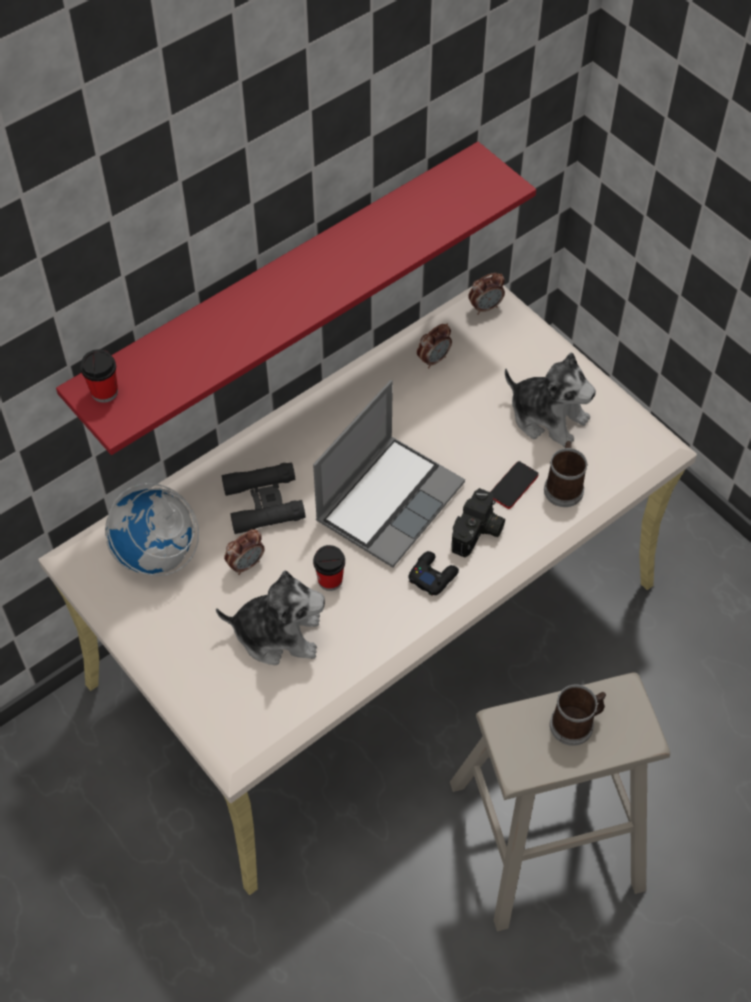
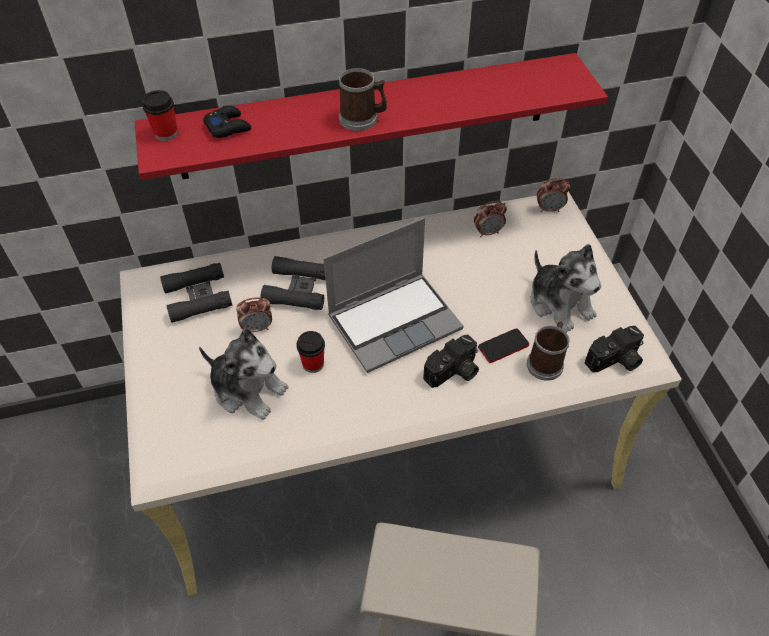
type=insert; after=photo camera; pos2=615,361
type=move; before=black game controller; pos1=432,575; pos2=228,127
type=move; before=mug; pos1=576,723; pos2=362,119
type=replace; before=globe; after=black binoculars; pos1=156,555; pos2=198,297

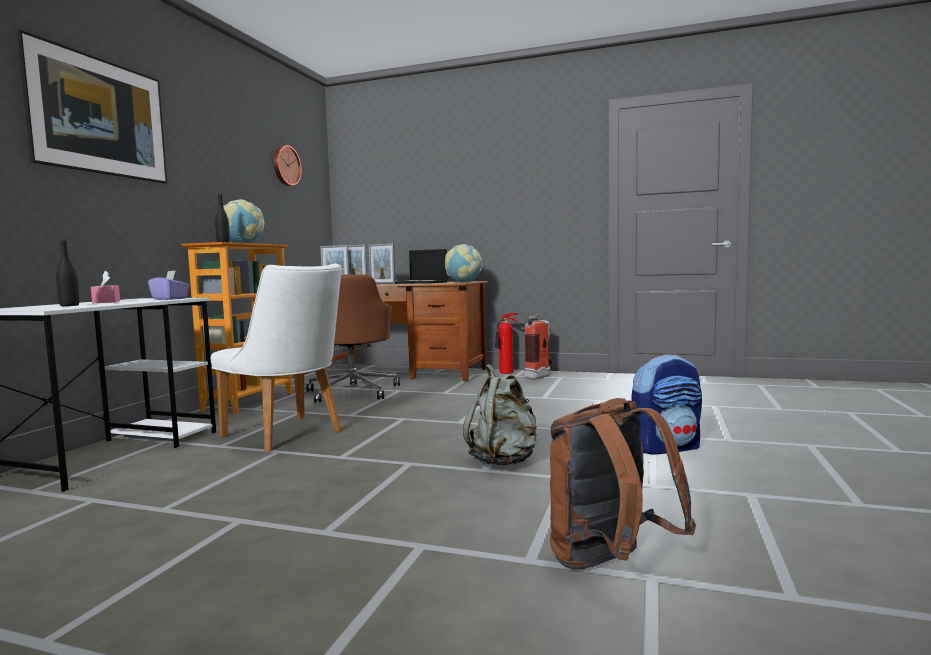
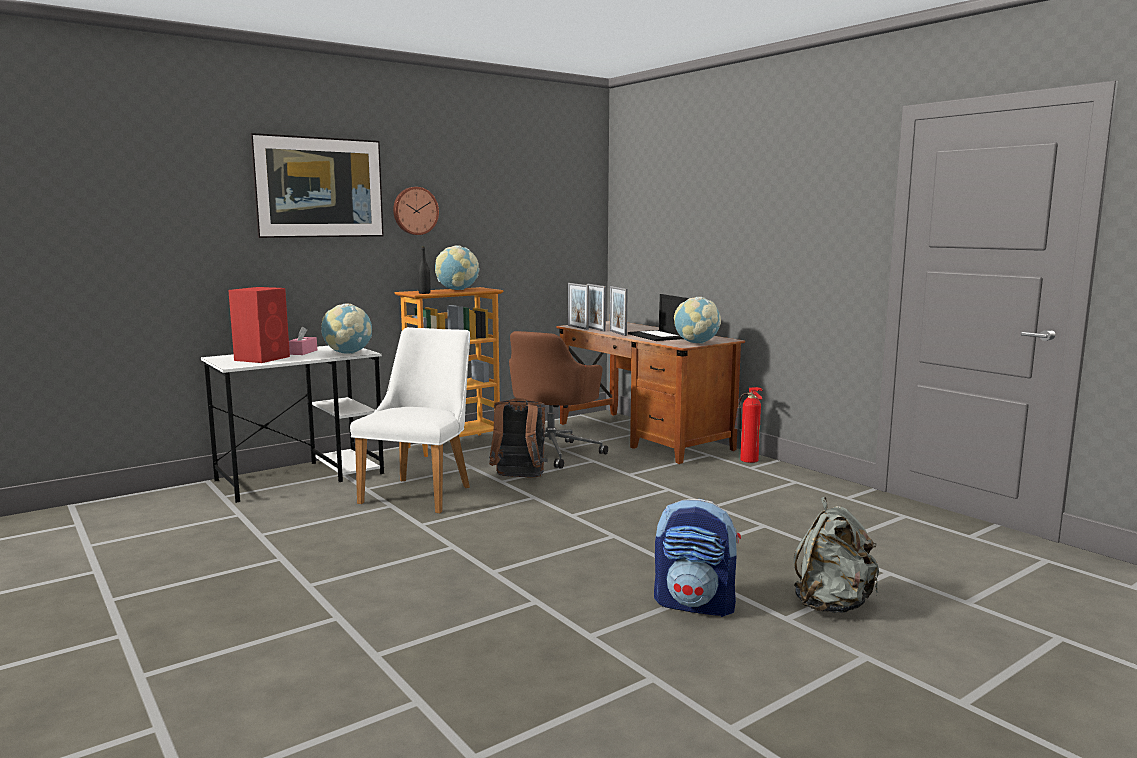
type=delete; before=fire extinguisher; pos1=540,377
type=move; before=wall clock; pos1=285,165; pos2=415,211
type=move; before=grey backpack; pos1=504,461; pos2=831,605
type=move; before=brown backpack; pos1=609,564; pos2=518,478
type=replace; before=black bottle; after=red speaker; pos1=69,305; pos2=263,358
type=replace; before=purple tissue box; after=globe; pos1=170,299; pos2=348,353
type=rotate; before=white chair; pos1=289,435; pos2=423,491; turn=-150

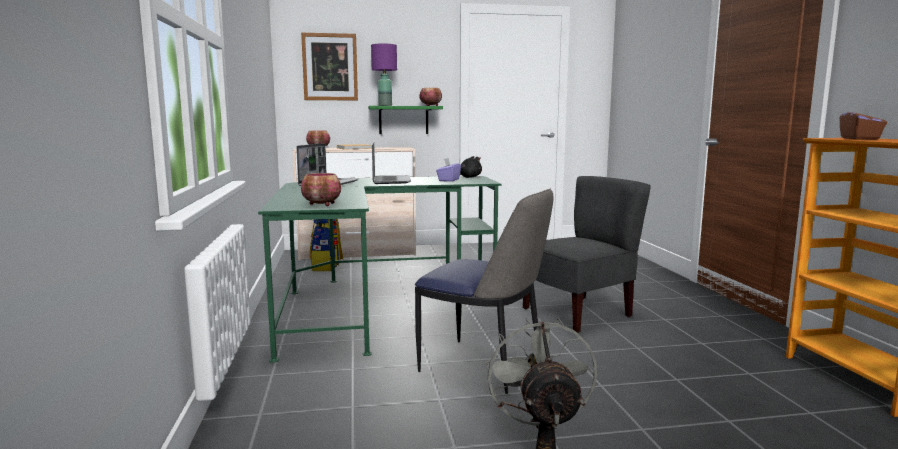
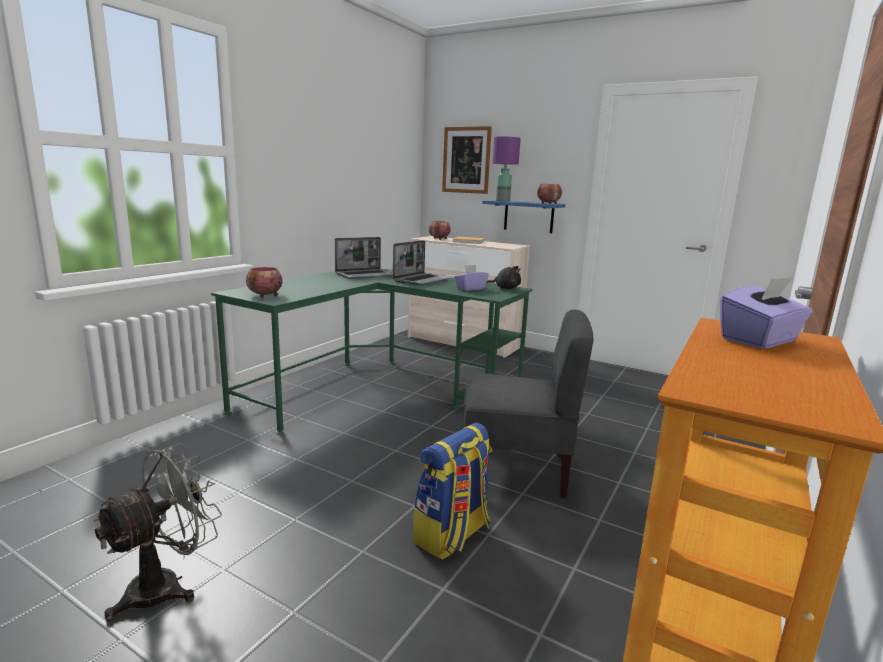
type=delete; before=chair; pos1=484,366
type=move; before=backpack; pos1=327,266; pos2=452,535
type=recolor; before=green shelf; after=blue shelf; pos1=403,120; pos2=528,216
type=recolor; before=brown tissue box; after=purple tissue box; pos1=860,138; pos2=760,340

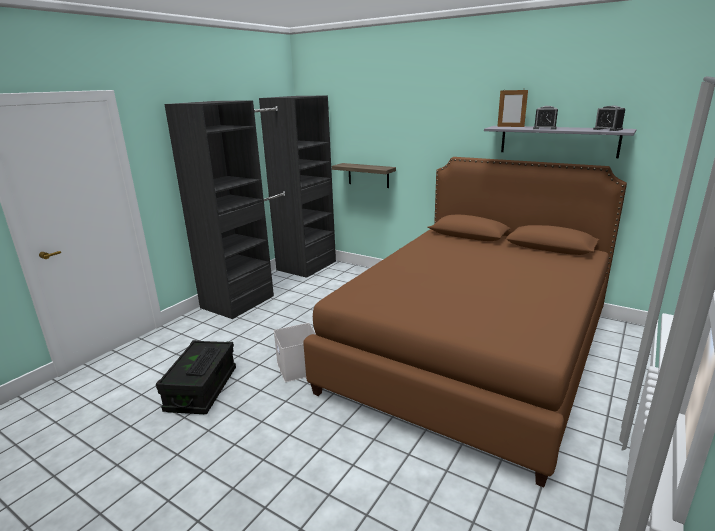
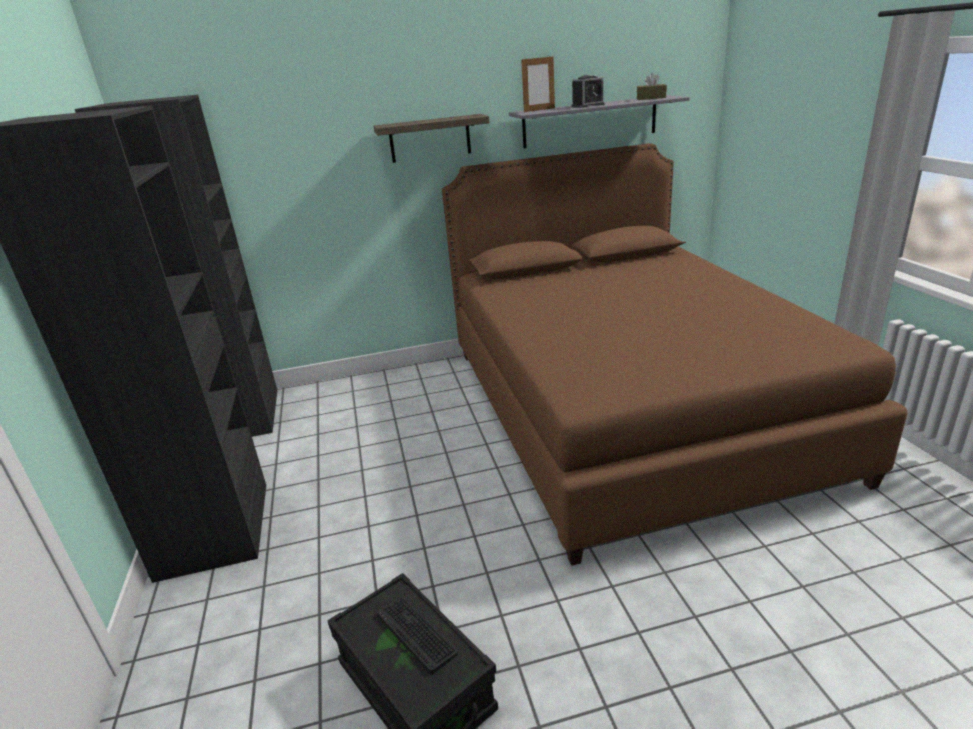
type=delete; before=white storage box; pos1=297,367
type=move; before=shelf; pos1=368,175; pos2=430,138
type=replace; before=alarm clock; after=brown tissue box; pos1=607,129; pos2=651,98

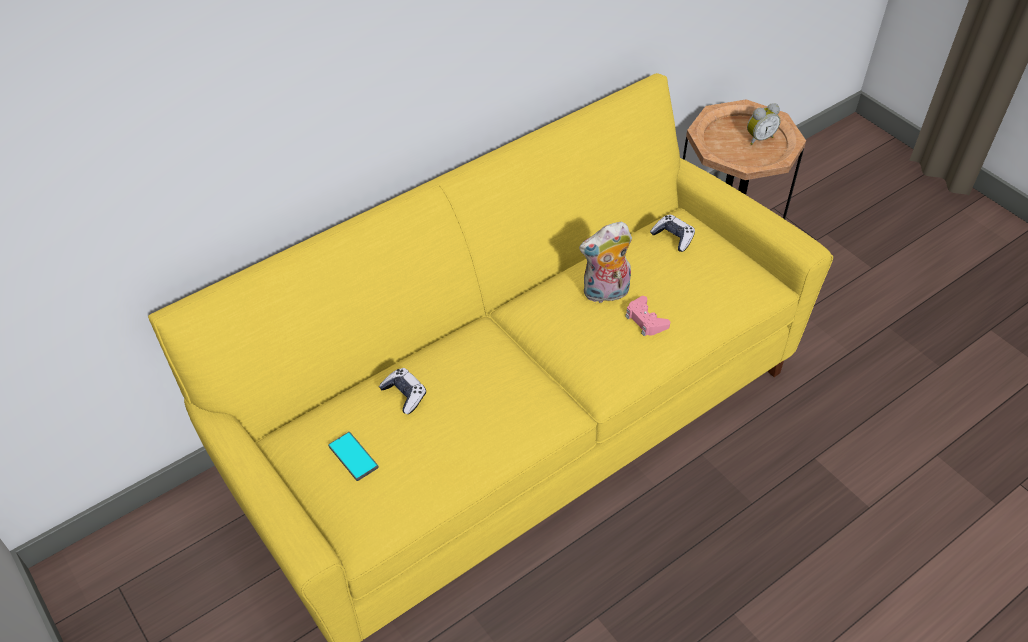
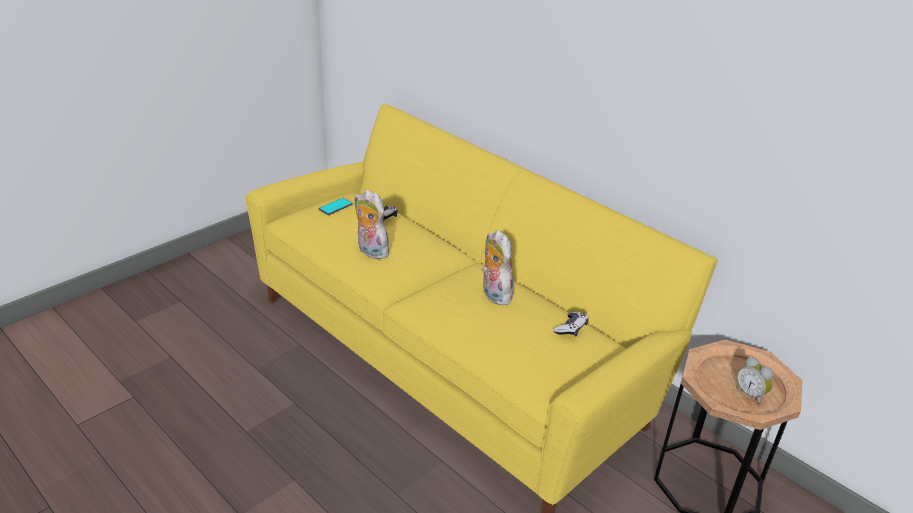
type=delete; before=pink game controller; pos1=645,320
type=insert; after=plush toy; pos2=370,251

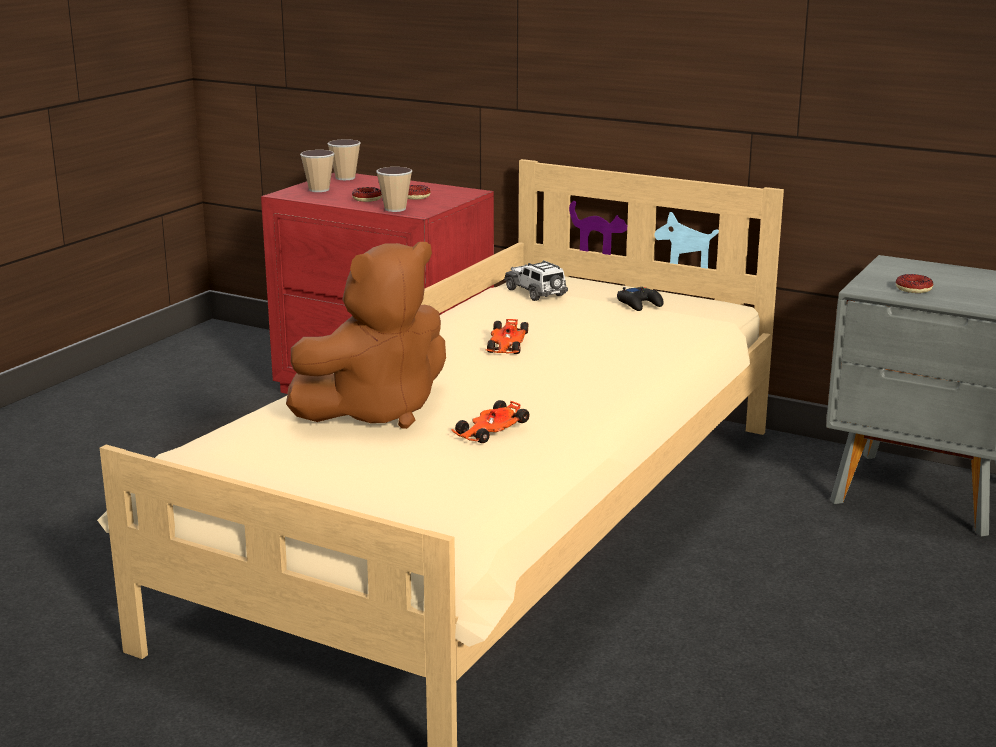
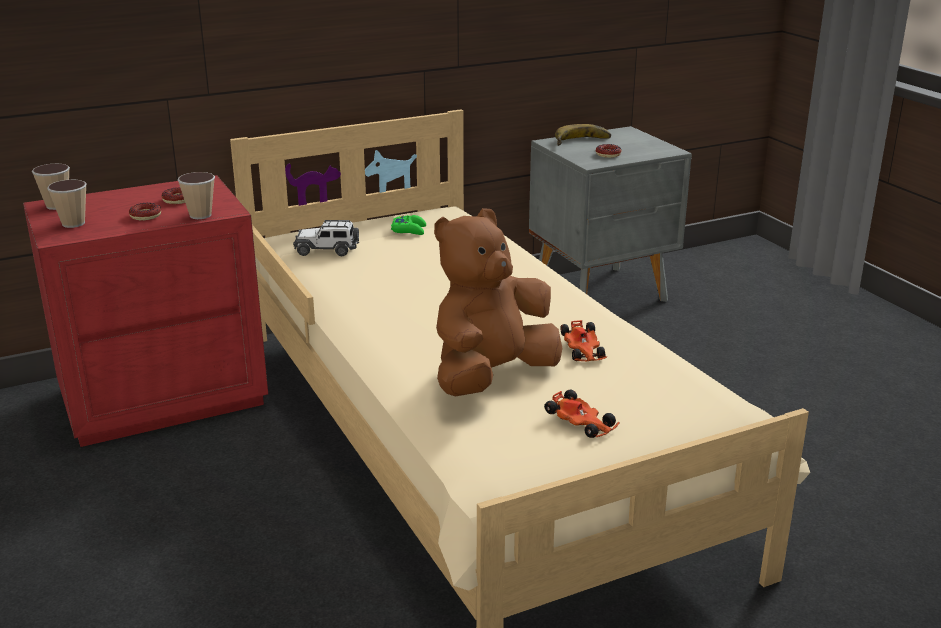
type=insert; after=banana; pos2=583,142
type=move; before=toy car; pos1=506,346; pos2=581,422
type=recolor; before=black game controller; after=green game controller; pos1=639,304; pos2=409,230
type=rotate; before=brown plush toy; pos1=376,411; pos2=491,377; turn=-135

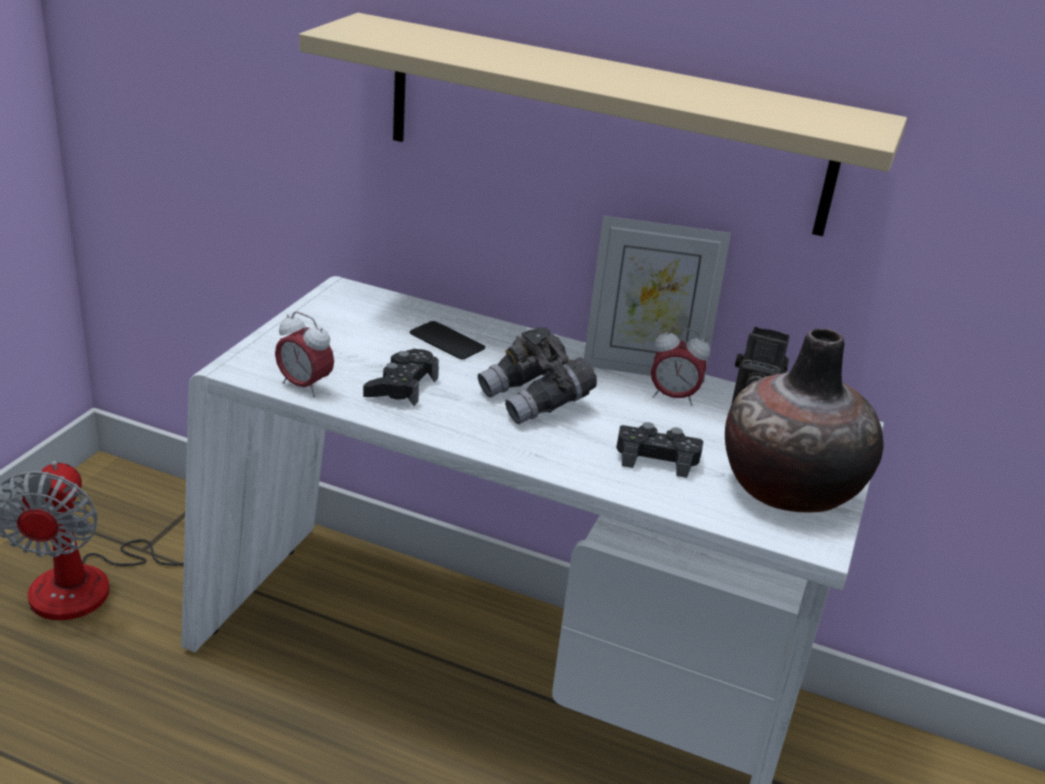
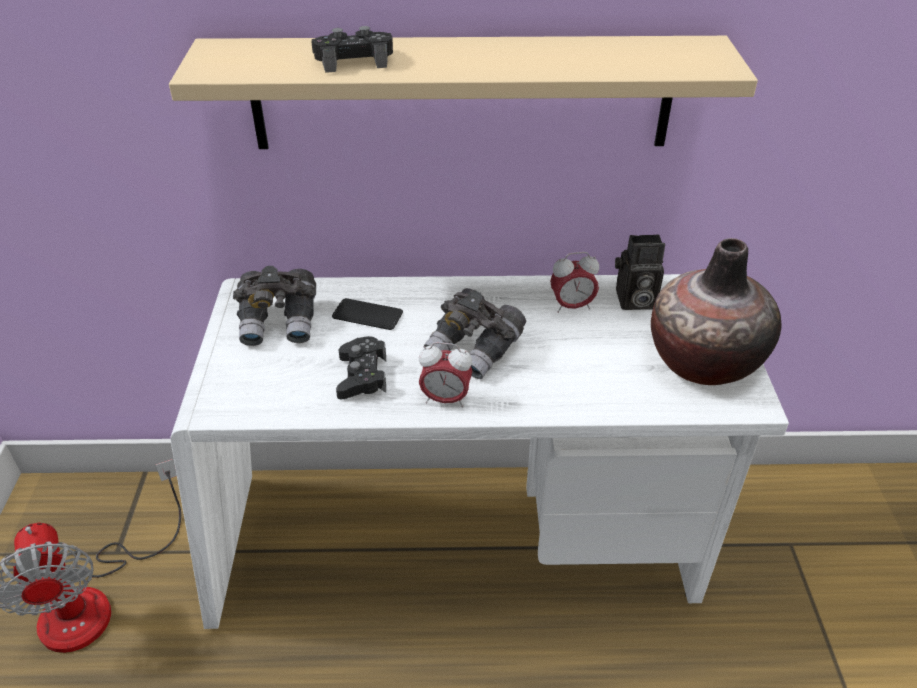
type=delete; before=picture frame; pos1=643,368
type=insert; after=grey binoculars; pos2=280,322
type=move; before=alarm clock; pos1=304,386; pos2=445,399
type=move; before=black game controller; pos1=657,457; pos2=354,60

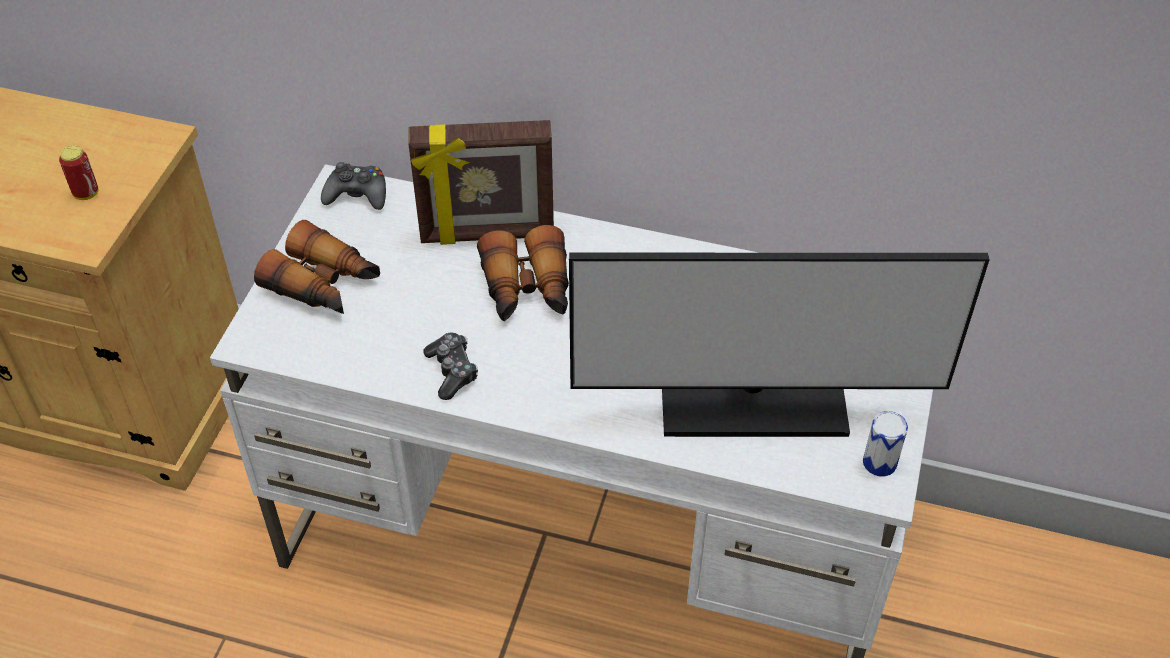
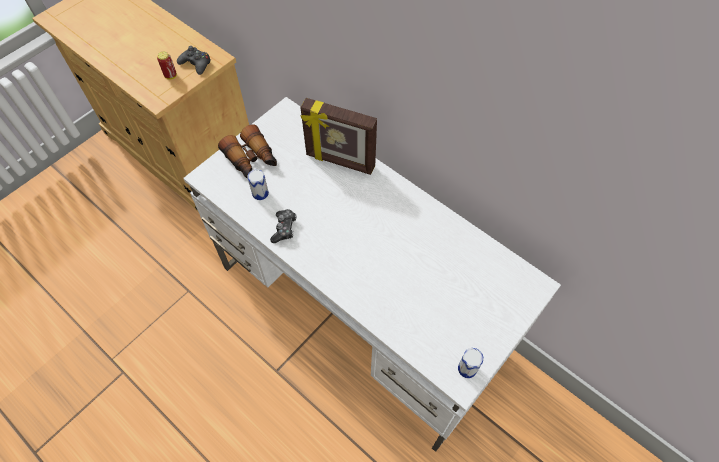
type=delete; before=binoculars; pos1=527,290
type=delete; before=monitor; pos1=753,402
type=insert; after=can; pos2=260,193
type=move; before=black game controller; pos1=357,194; pos2=196,64

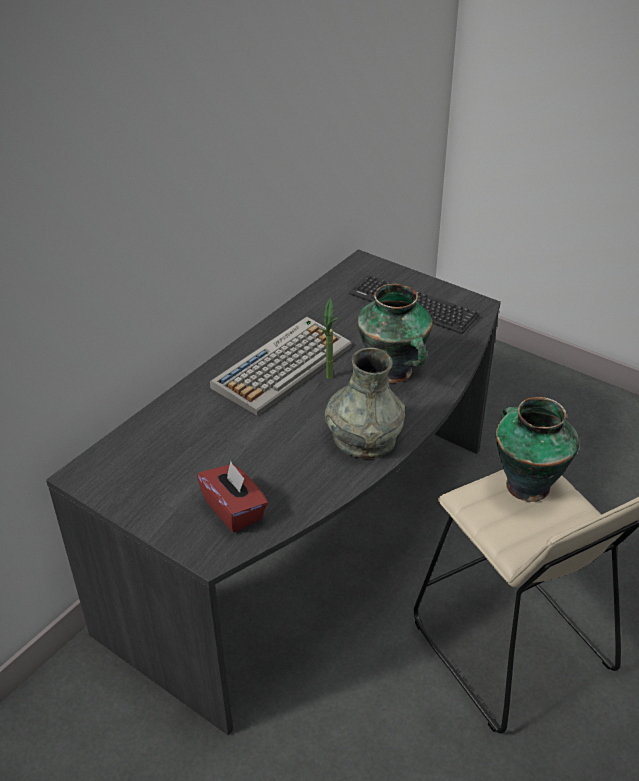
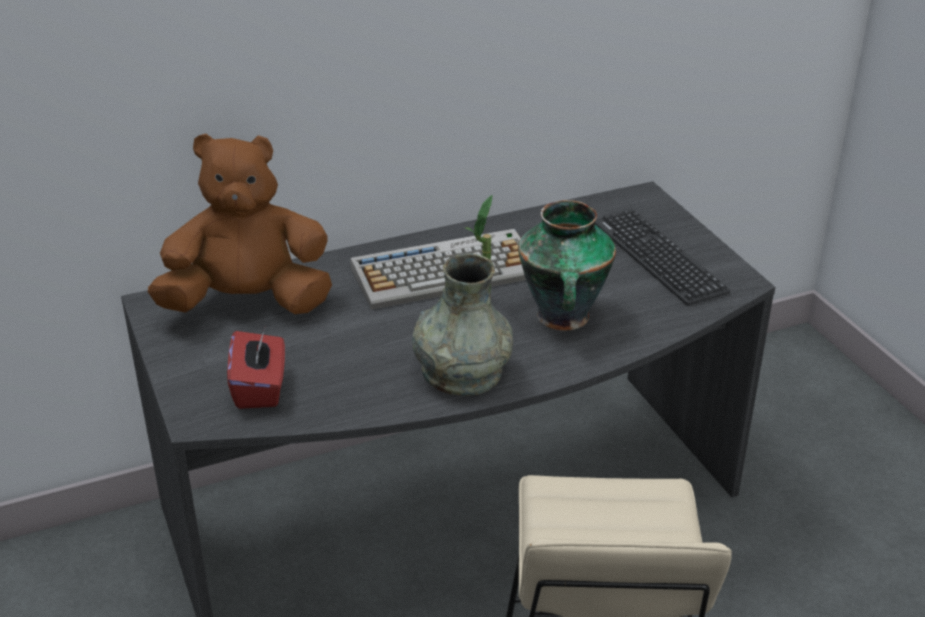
type=delete; before=vase; pos1=526,484
type=insert; after=brown plush toy; pos2=248,303

